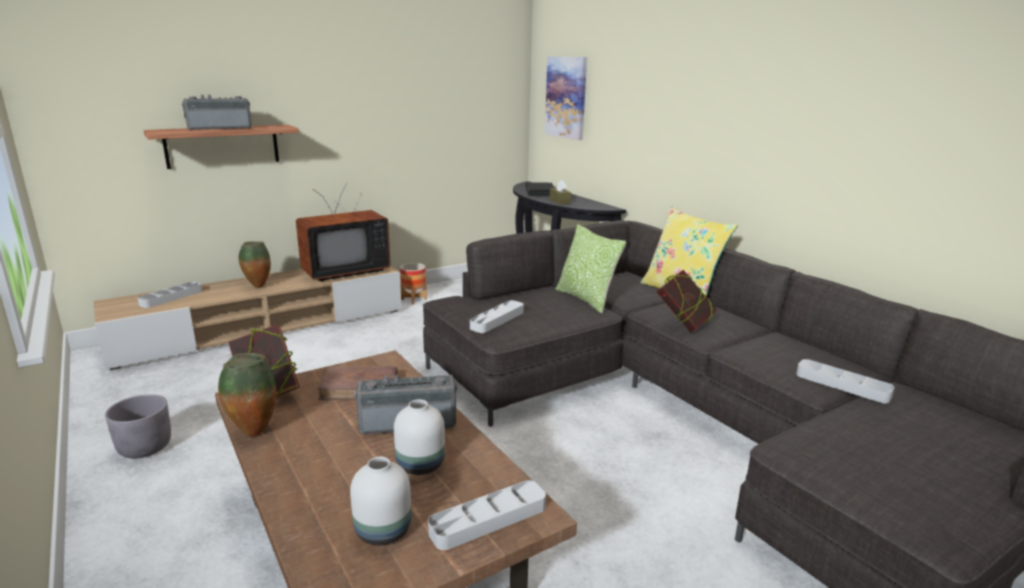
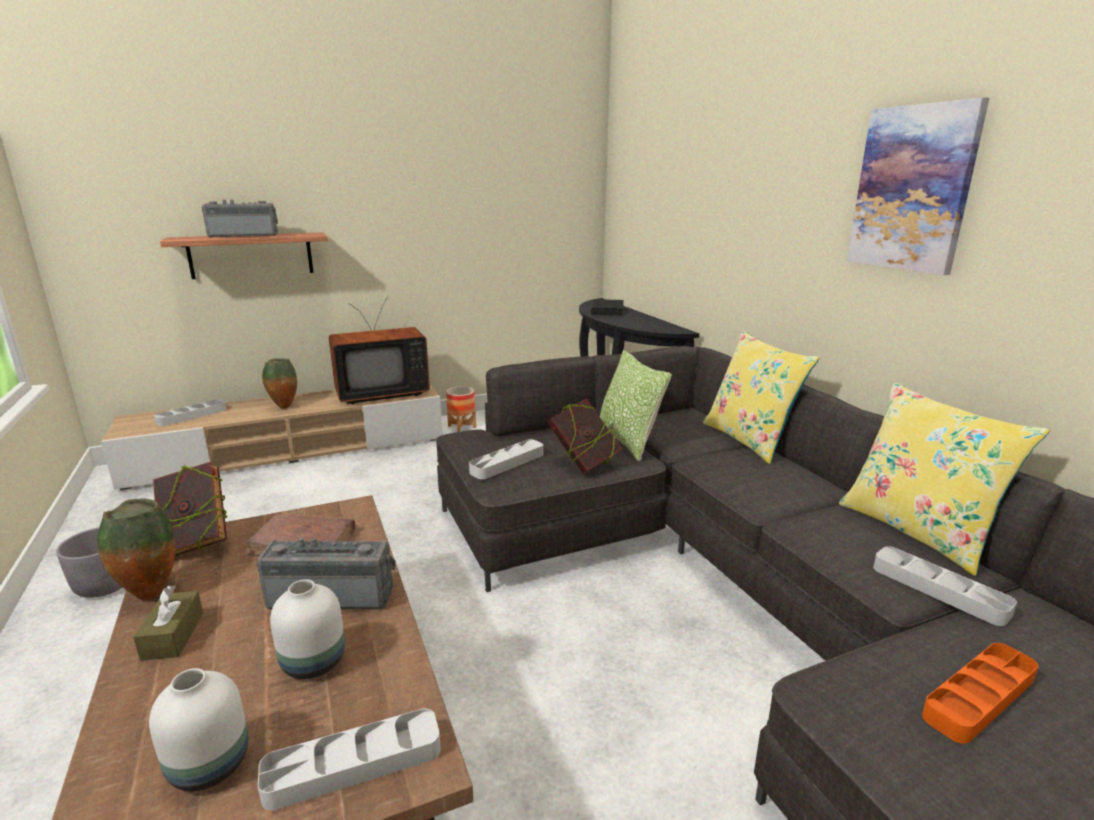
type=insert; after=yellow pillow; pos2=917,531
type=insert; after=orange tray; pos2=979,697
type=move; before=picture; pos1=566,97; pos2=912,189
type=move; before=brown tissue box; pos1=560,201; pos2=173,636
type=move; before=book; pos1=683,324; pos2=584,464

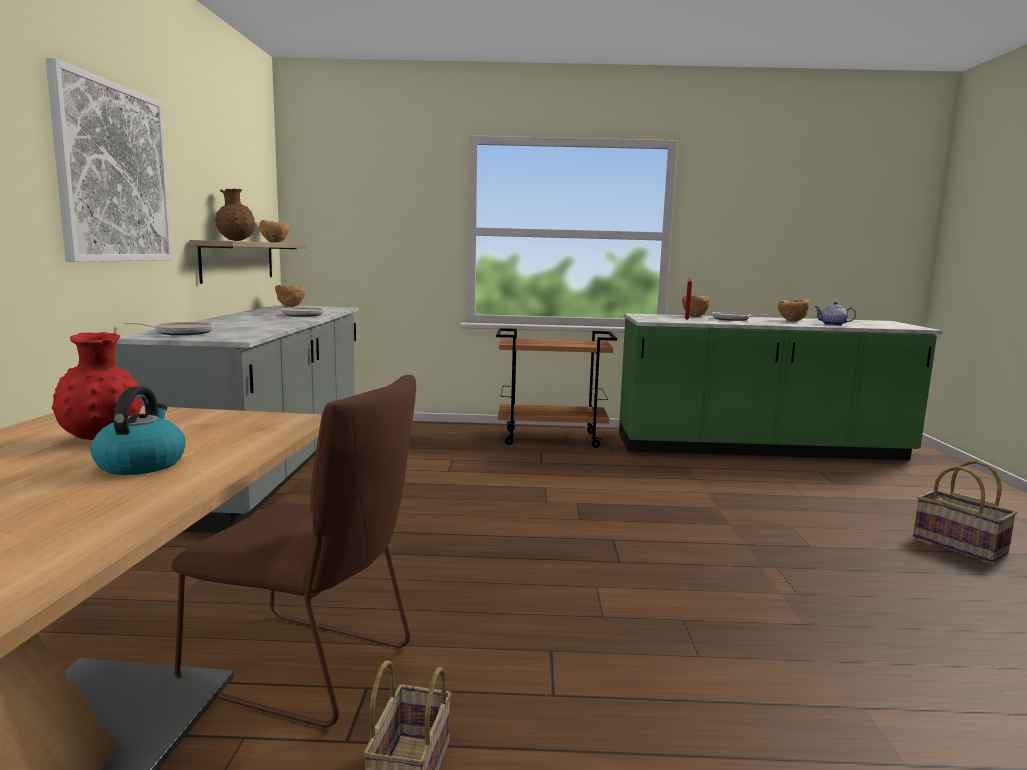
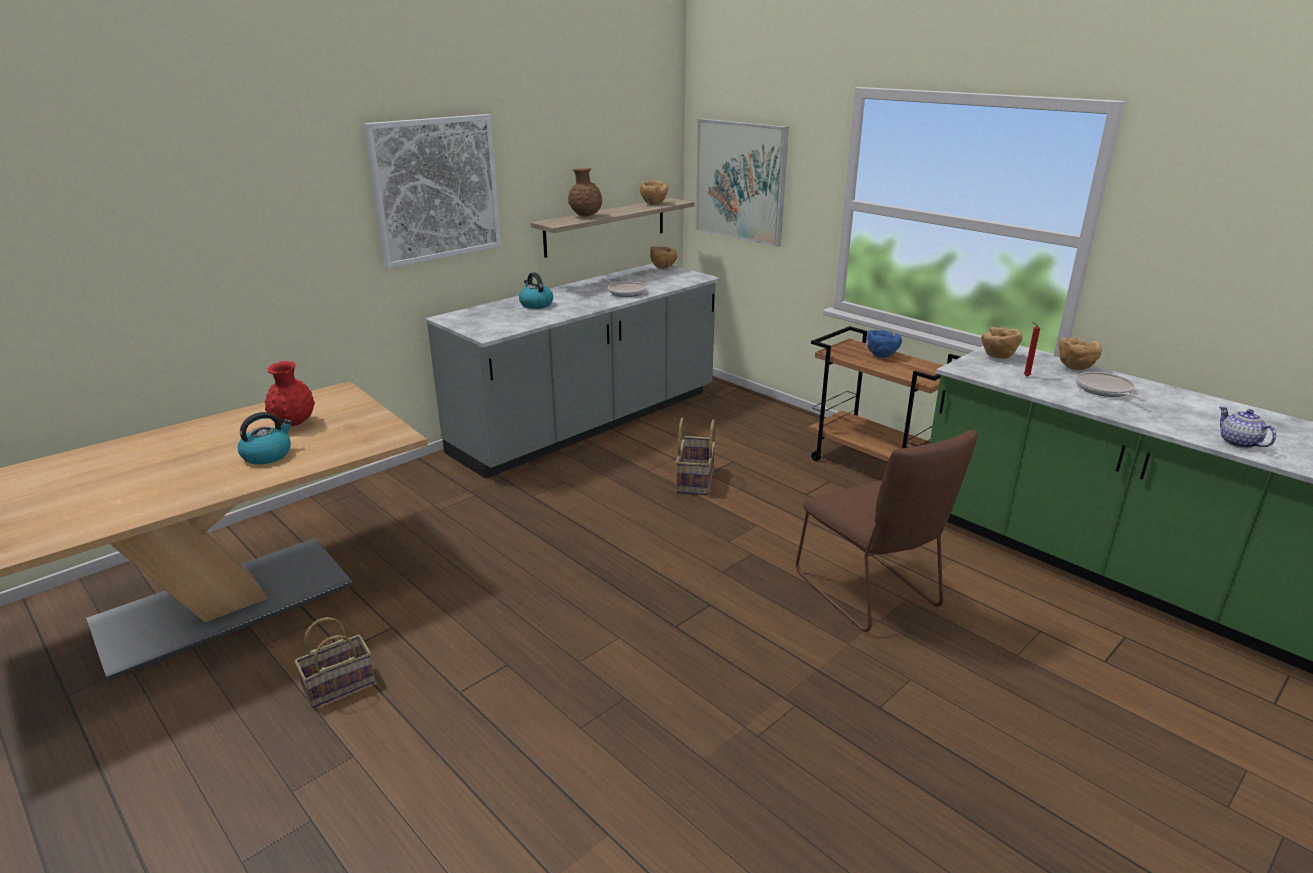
type=delete; before=frying pan; pos1=180,333
type=insert; after=kettle; pos2=536,304
type=insert; after=picture; pos2=740,181
type=insert; after=blue bowl; pos2=881,356
type=move; before=brown chair; pos1=309,669; pos2=870,593
type=move; before=brown bowl; pos1=792,321; pos2=998,357
type=move; before=basket; pos1=960,545; pos2=696,480

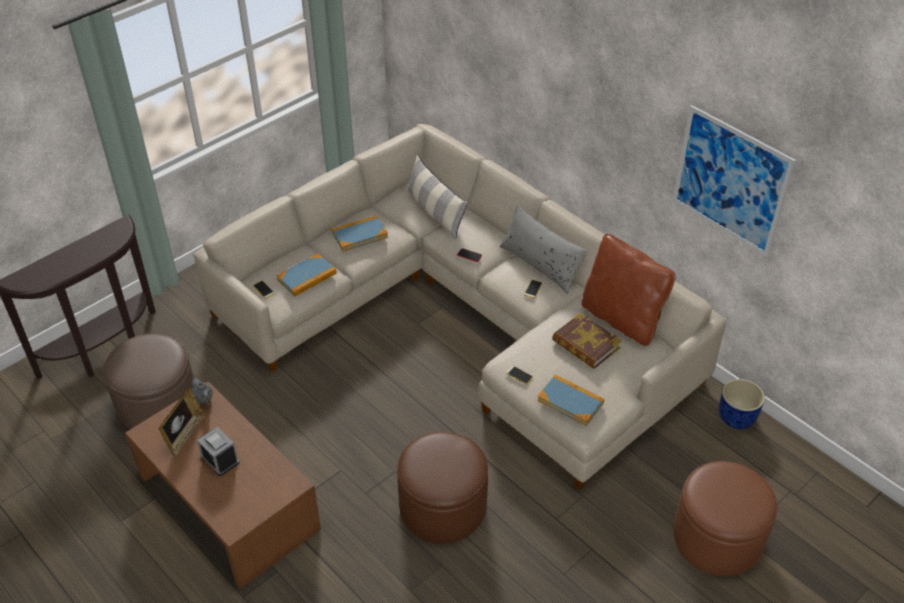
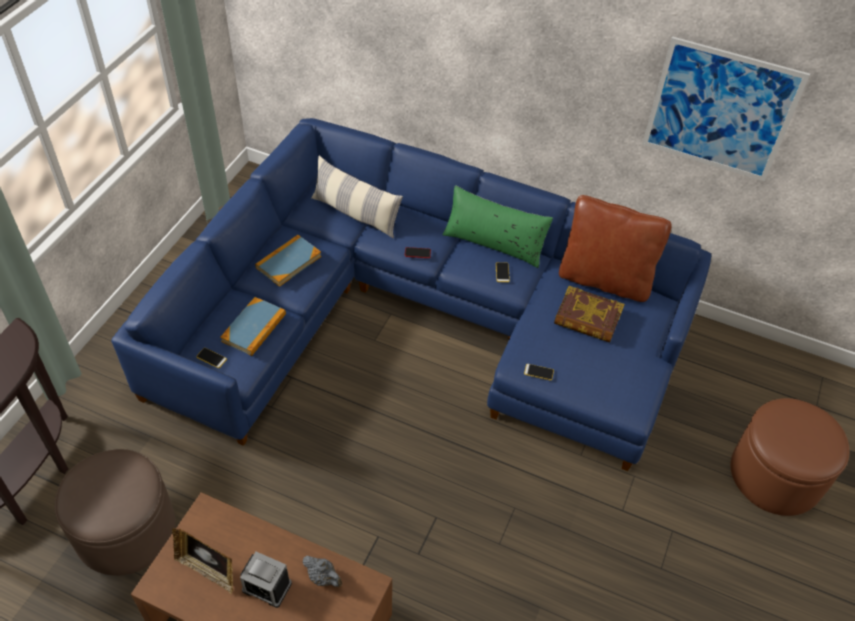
type=delete; before=brown ottoman; pos1=443,506
type=delete; before=book; pos1=570,401
type=delete; before=blue planter; pos1=737,417
type=move; before=grey teapot; pos1=204,400; pos2=323,577
type=recolor; before=beige sofa; after=blue sofa; pos1=465,316; pos2=420,317
type=recolor; before=grey pillow; after=green pillow; pos1=540,264; pos2=494,242
type=rotate; before=picture frame; pos1=184,435; pos2=208,570; turn=120

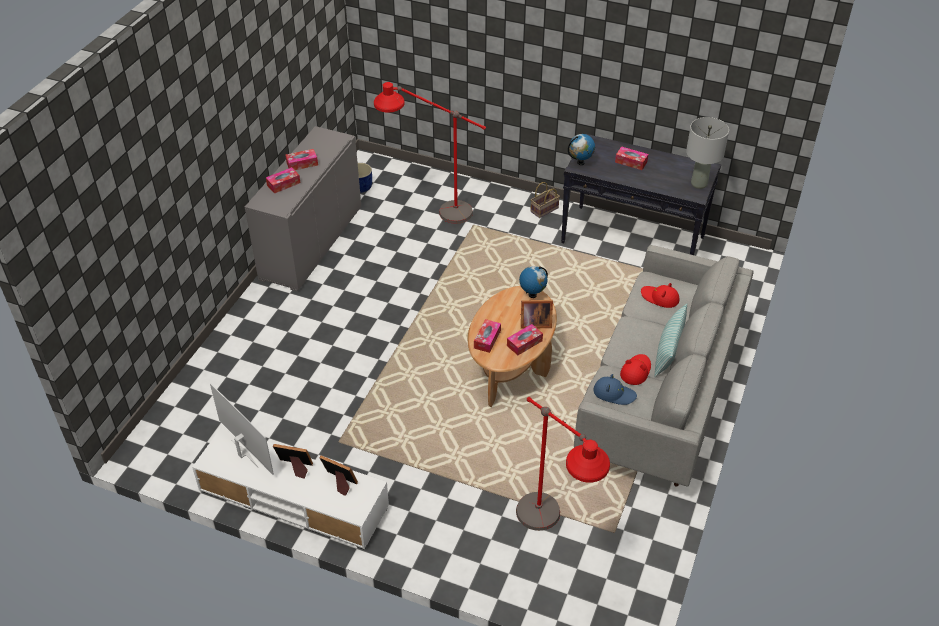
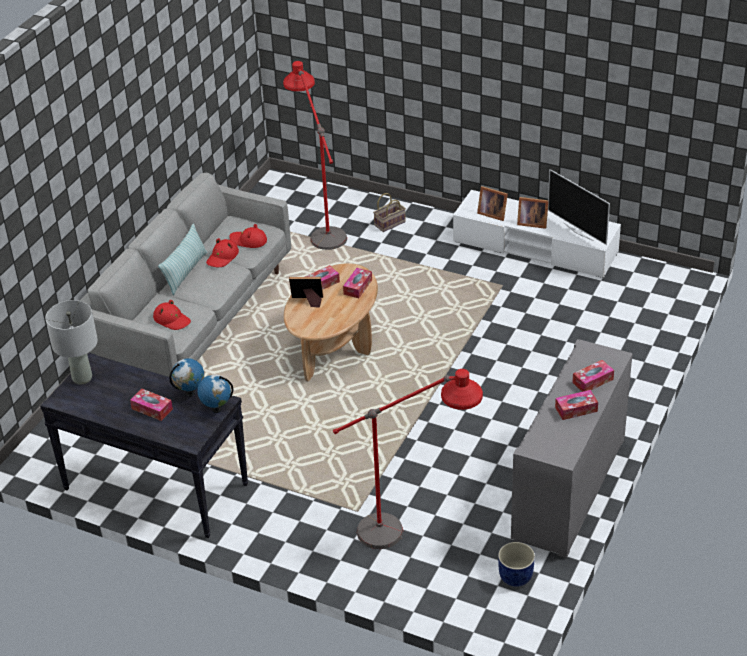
type=move; before=globe; pos1=532,294; pos2=190,393
type=move; before=basket; pos1=544,210; pos2=390,223
type=recolor; before=blue hat; after=red hat; pos1=614,393; pos2=248,241

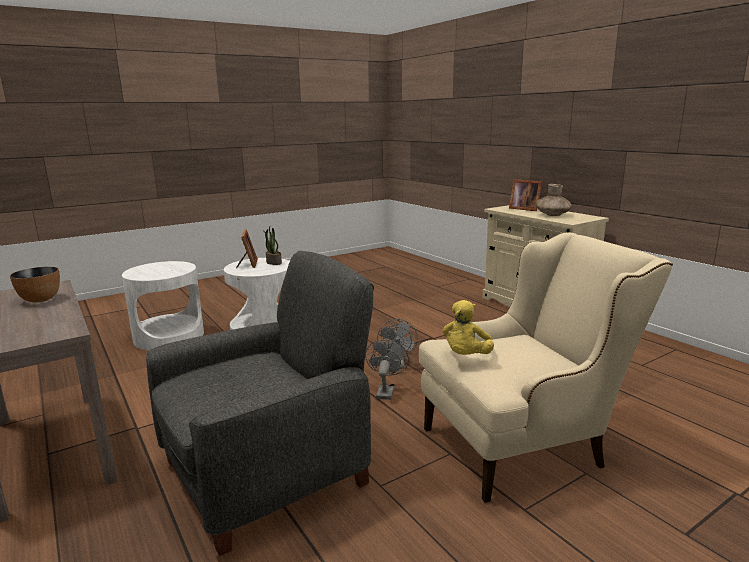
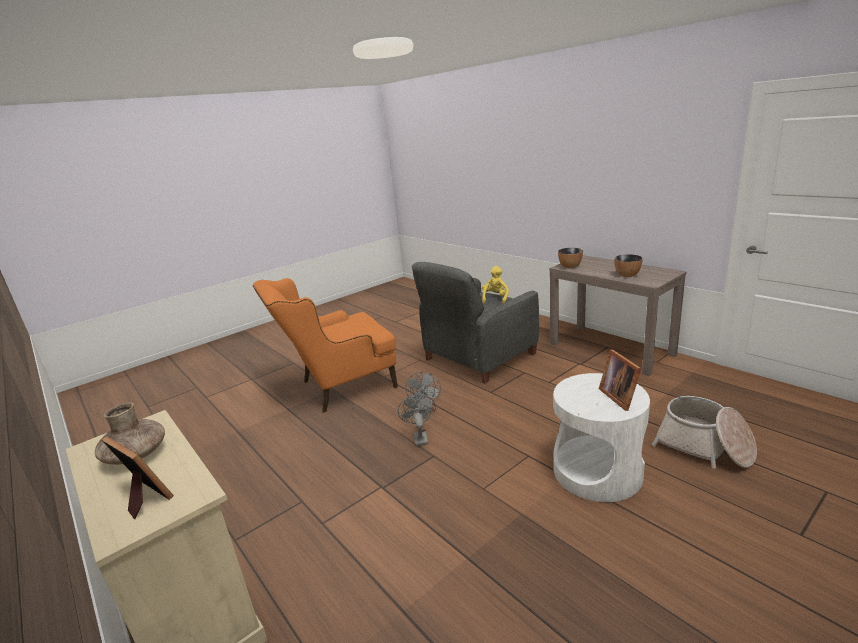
type=delete; before=potted plant; pos1=273,262
type=insert; after=bowl; pos2=570,267
type=move; before=yellow plush toy; pos1=466,356; pos2=495,299
type=replace; before=white side table; after=basket; pos1=169,336; pos2=704,447
type=recolor; before=beige armchair; after=orange armchair; pos1=525,442; pos2=338,388

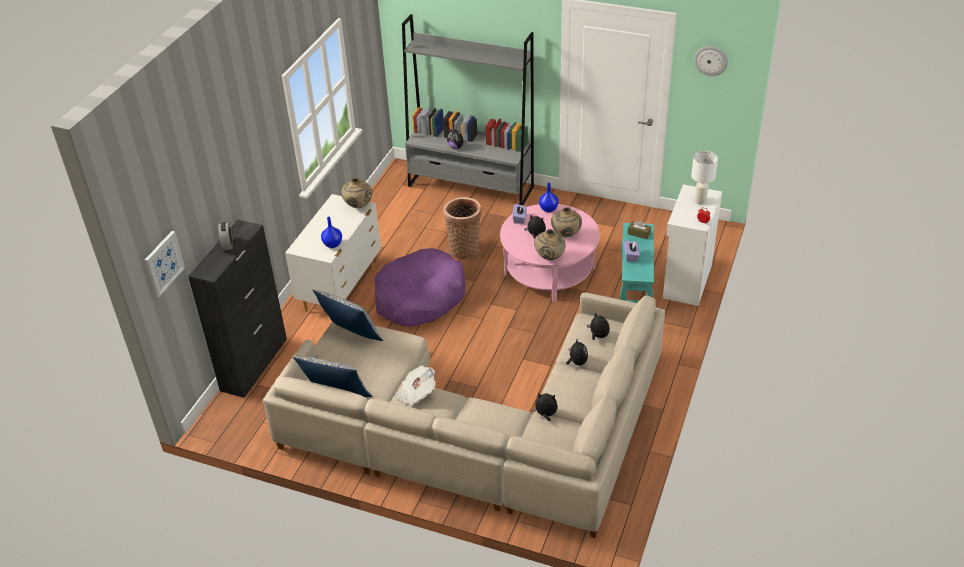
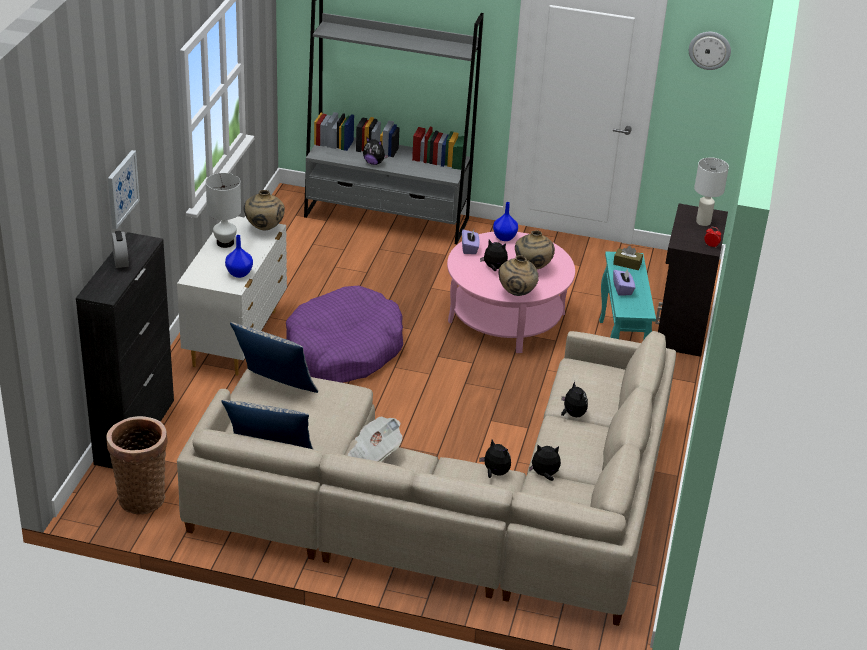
type=insert; after=white table lamp; pos2=224,243
type=move; before=picture; pos1=163,263; pos2=122,189
type=move; before=basket; pos1=464,249; pos2=141,496
type=move; before=plush toy; pos1=598,336; pos2=495,473
type=recolor; before=white cabinet; after=black cabinet; pos1=686,281; pos2=681,328

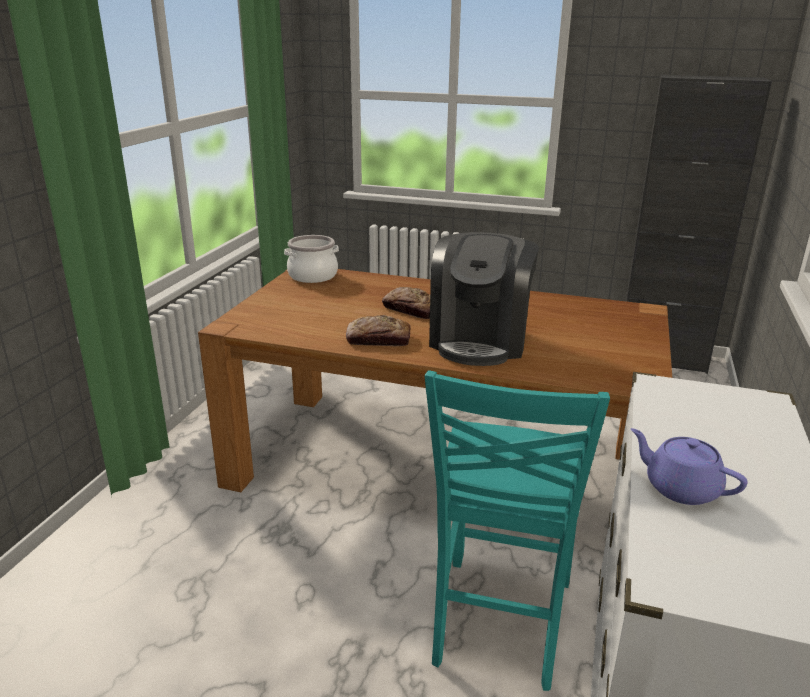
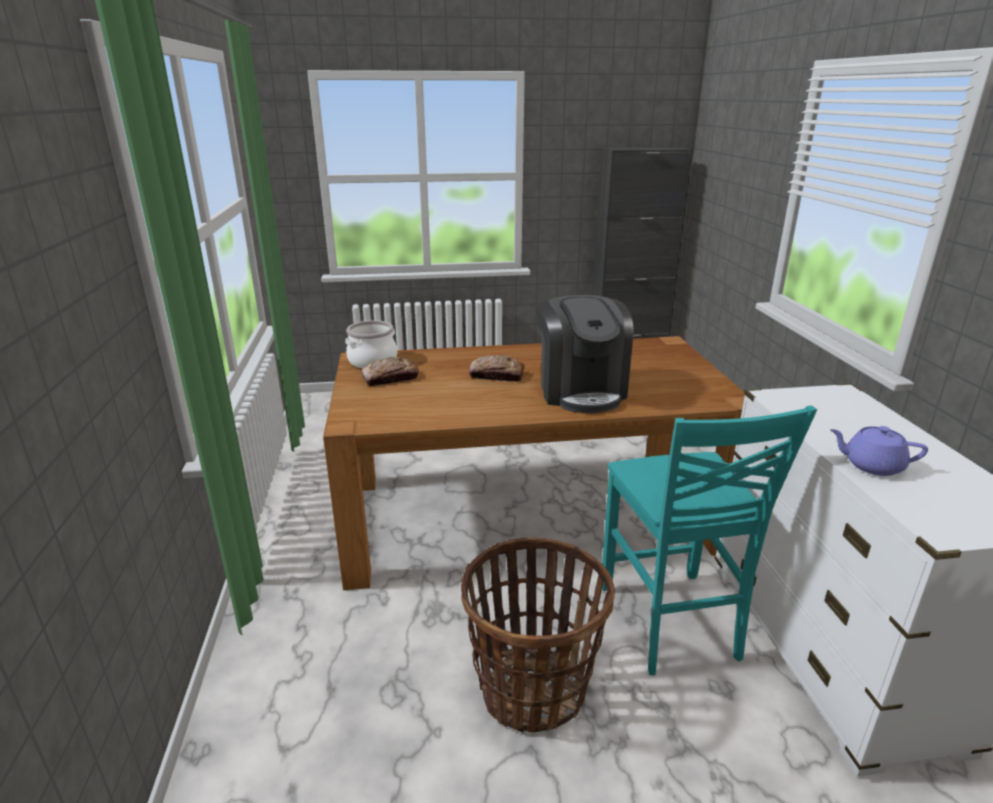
type=insert; after=basket; pos2=533,689
type=move; before=bread; pos1=378,339; pos2=390,378

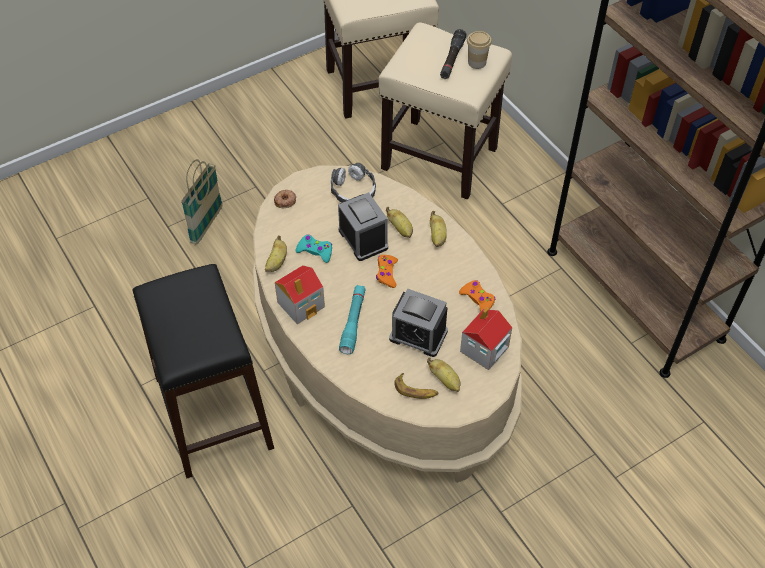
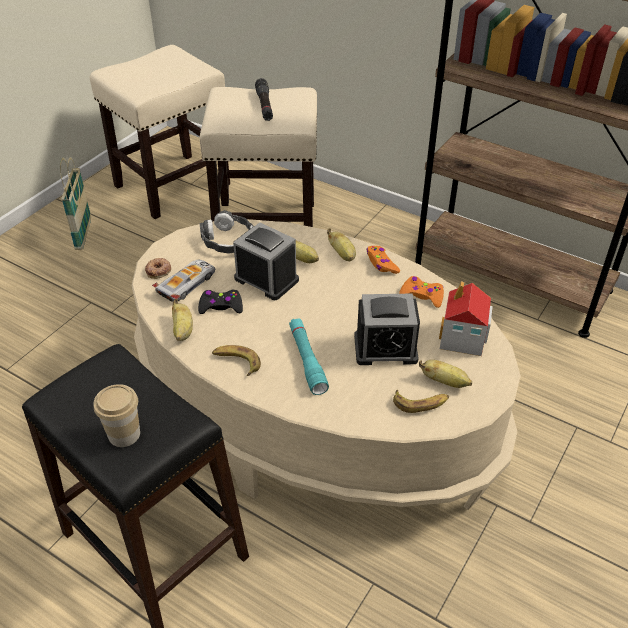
type=insert; after=toy car; pos2=187,284
type=move; before=basket; pos1=207,225; pos2=83,234
type=move; before=orange game controller; pos1=386,273; pos2=381,264
type=move; before=cup; pos1=477,62; pos2=124,434
type=replace; before=toy house; after=banana; pos1=301,304; pos2=236,362
type=recolor; before=turquoise game controller; after=black game controller; pos1=315,251; pos2=221,306

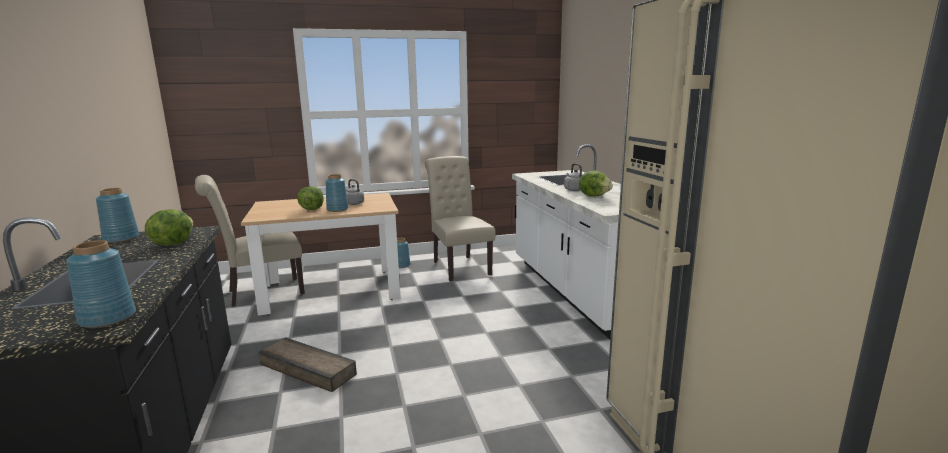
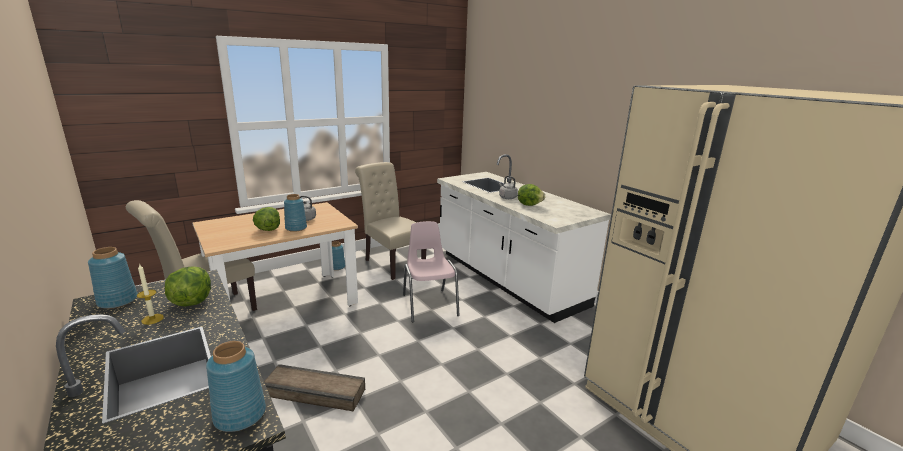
type=insert; after=candle; pos2=152,319
type=insert; after=pink chair; pos2=429,304

